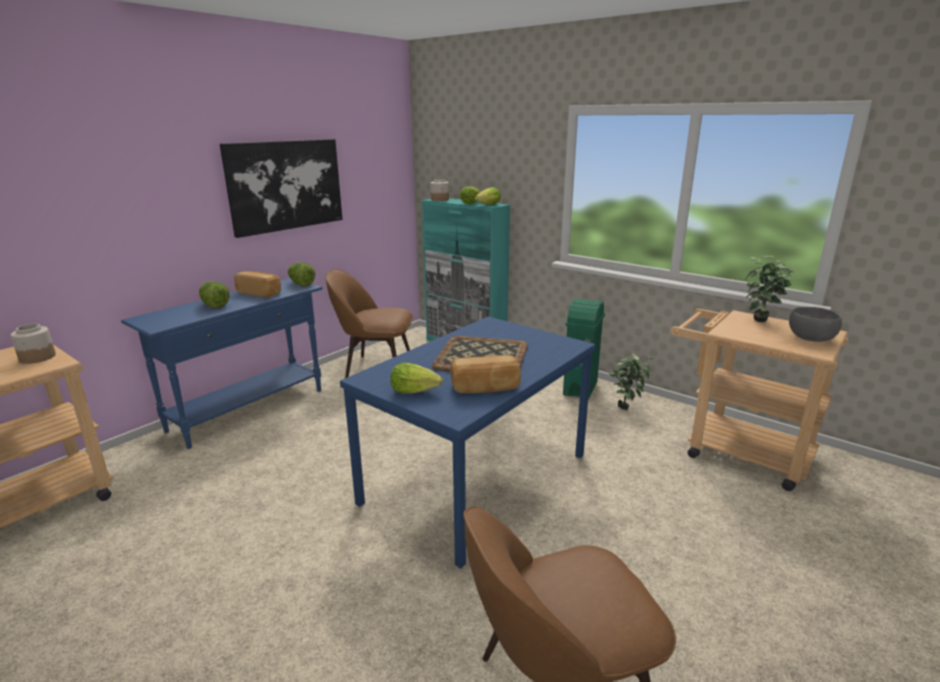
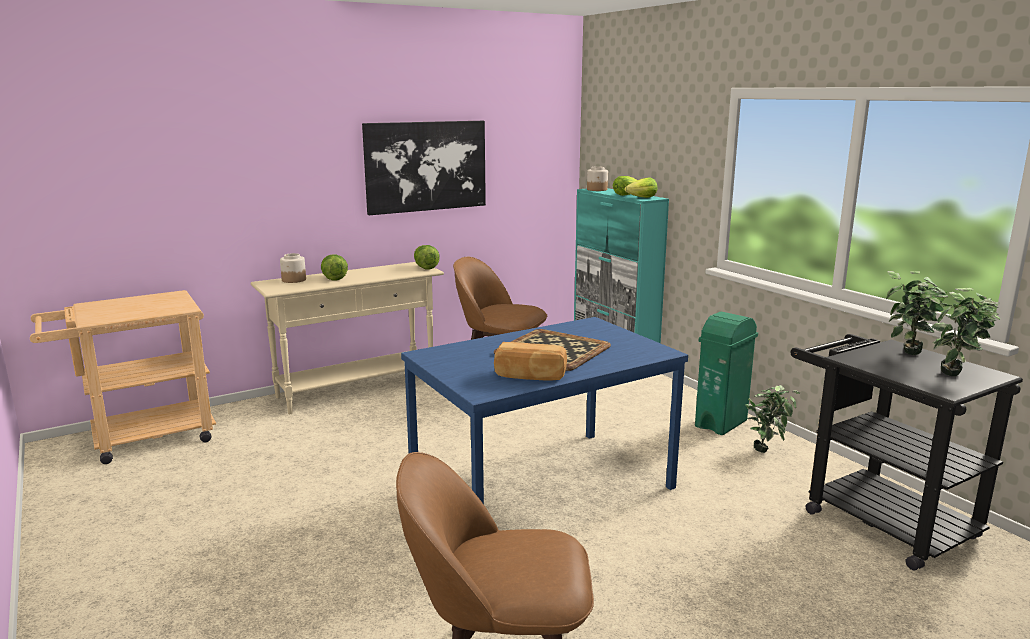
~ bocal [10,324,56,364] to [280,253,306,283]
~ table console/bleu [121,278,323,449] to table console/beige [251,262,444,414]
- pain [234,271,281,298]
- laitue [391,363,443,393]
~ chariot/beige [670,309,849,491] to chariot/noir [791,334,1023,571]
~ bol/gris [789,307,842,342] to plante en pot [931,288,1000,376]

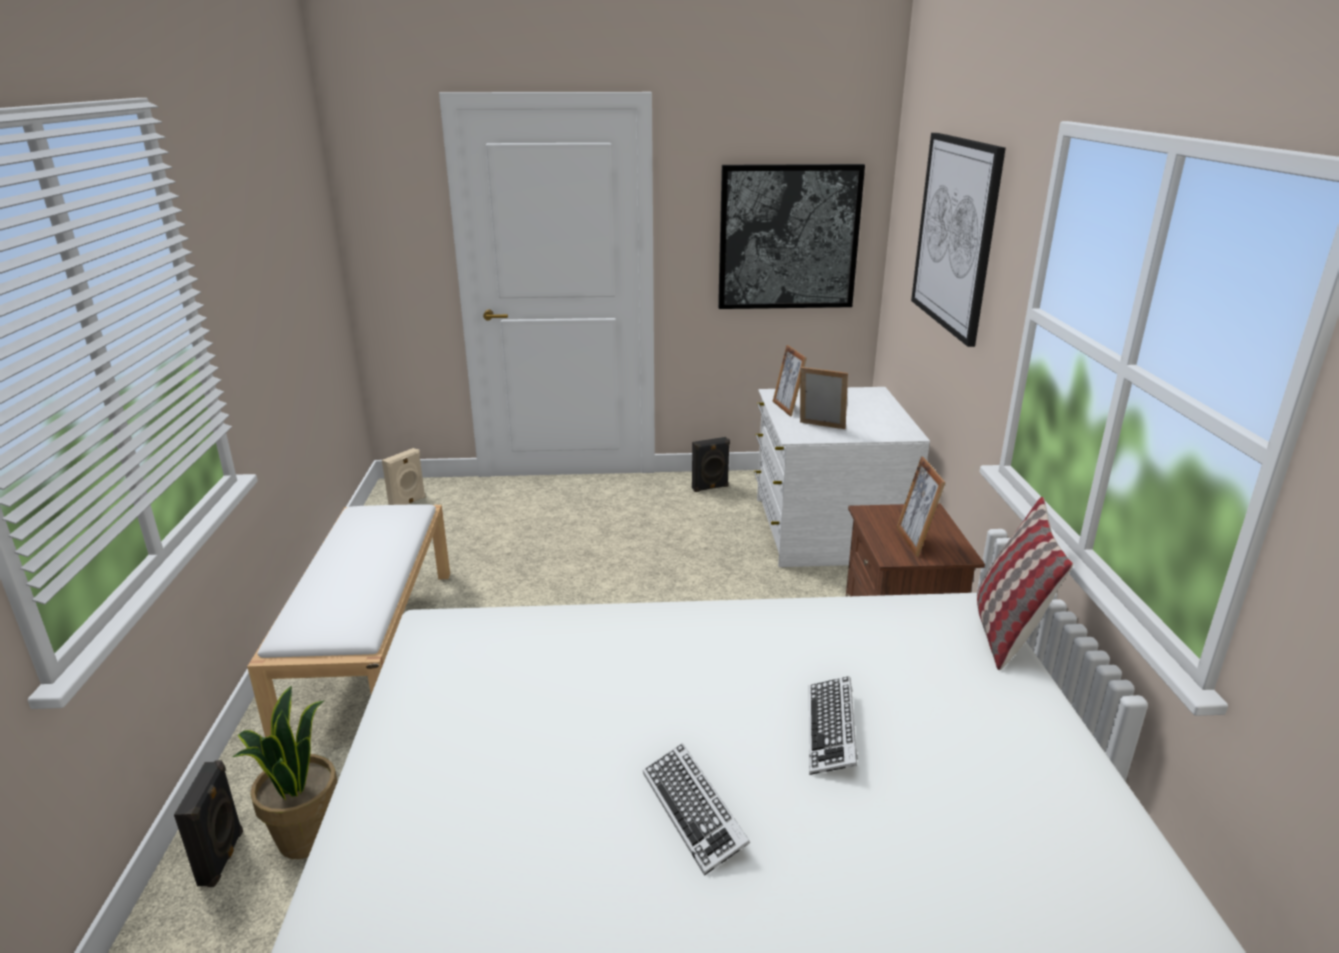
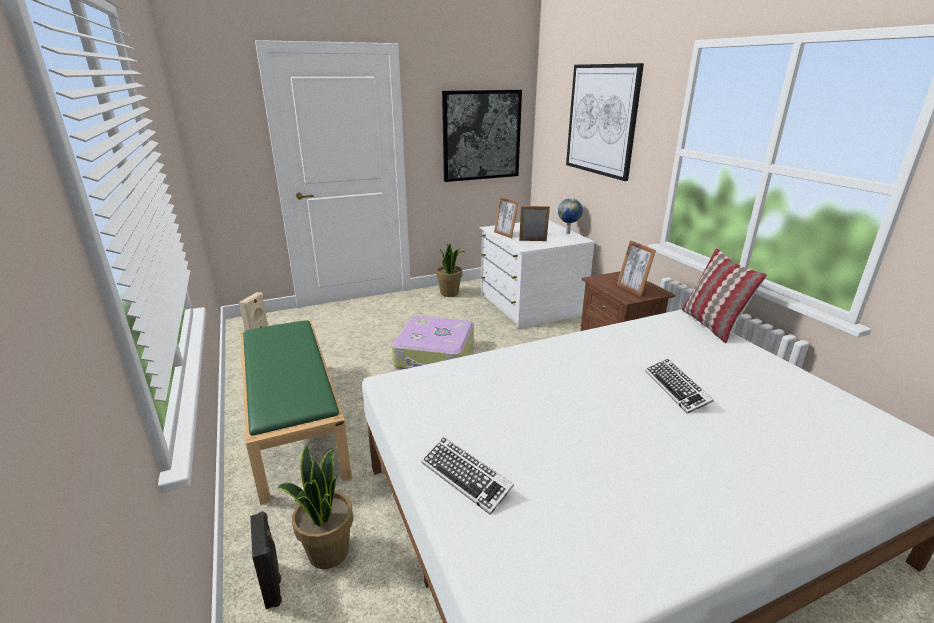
~ banc/blanc [247,504,450,737] to banc/vert [241,320,352,505]
~ clavier [643,743,750,876] to [421,437,514,515]
~ enceinte/noir [692,437,730,492] to plante en pot [436,243,464,297]
+ valise [392,316,474,369]
+ globe [558,198,583,234]

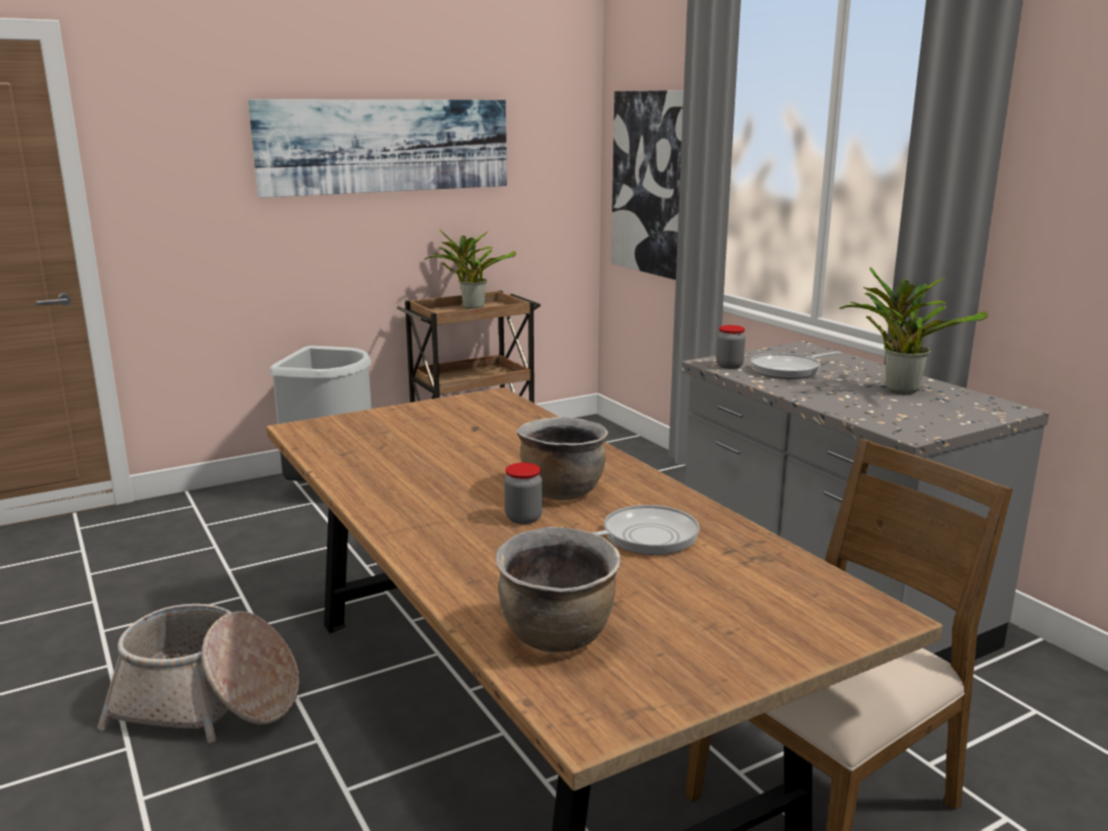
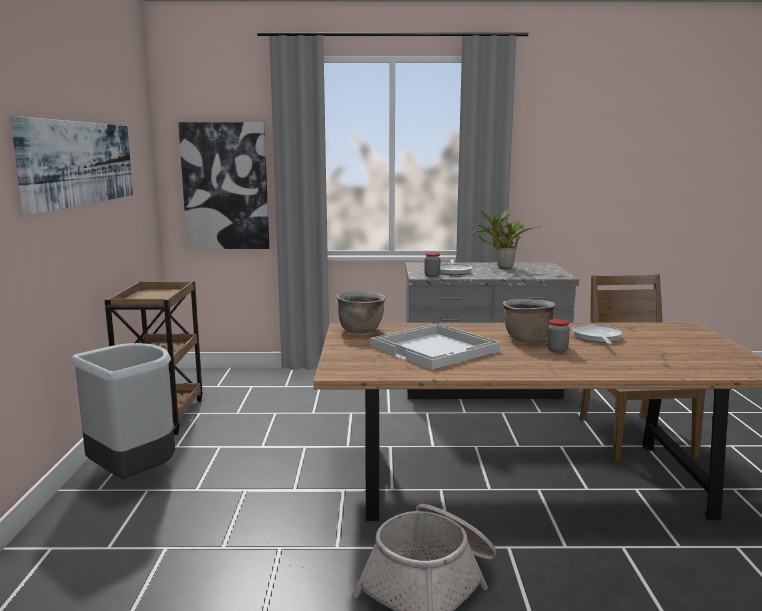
- plante en pot [424,230,516,309]
~ marmite/marron [495,527,621,652] to [336,291,386,333]
+ plateau/blanc [371,323,501,370]

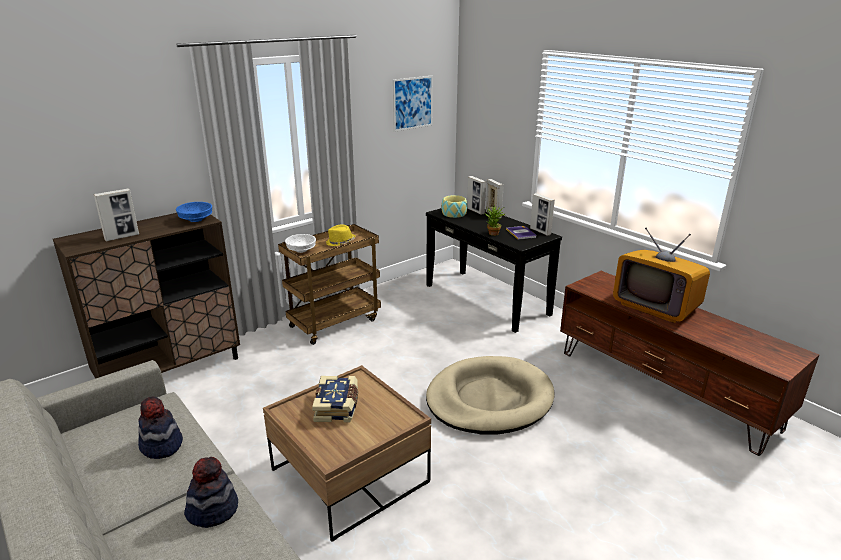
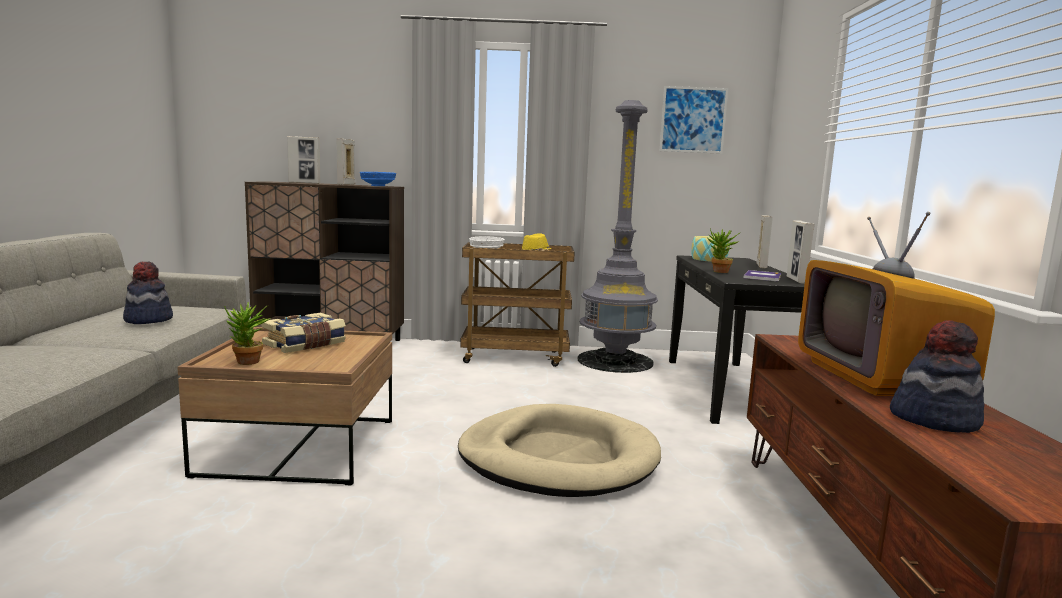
~ chapeau [184,457,238,528] to [890,320,984,433]
~ cadre photo [467,176,486,215] to [336,138,355,185]
+ plante en pot [224,302,271,365]
+ lampadaire/gris [578,100,658,373]

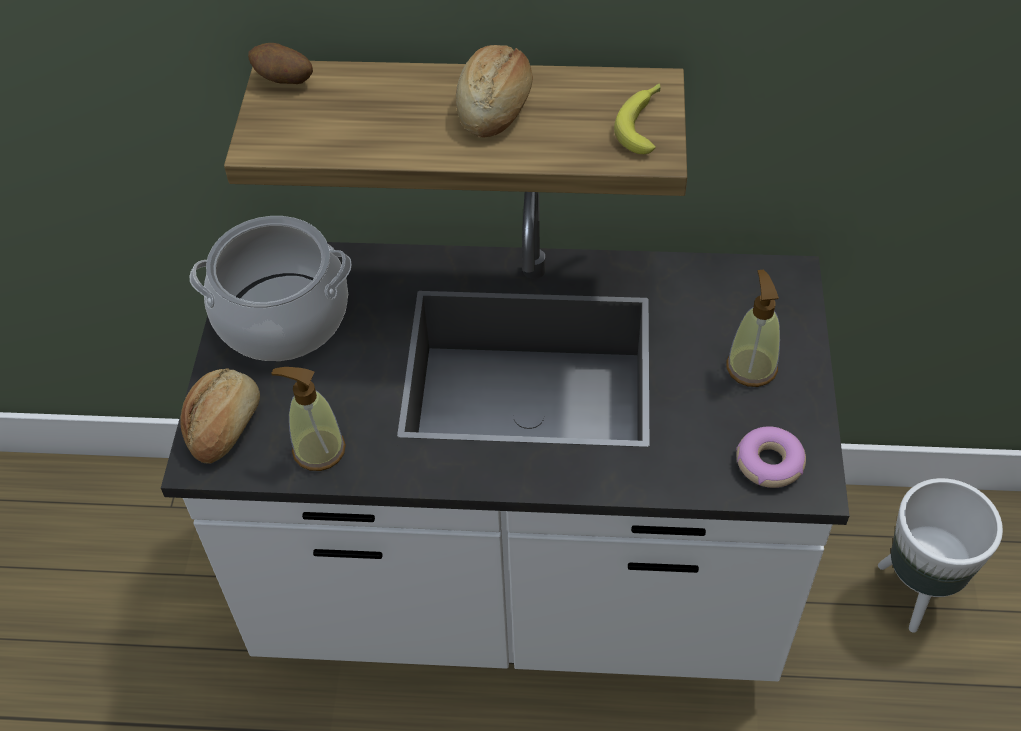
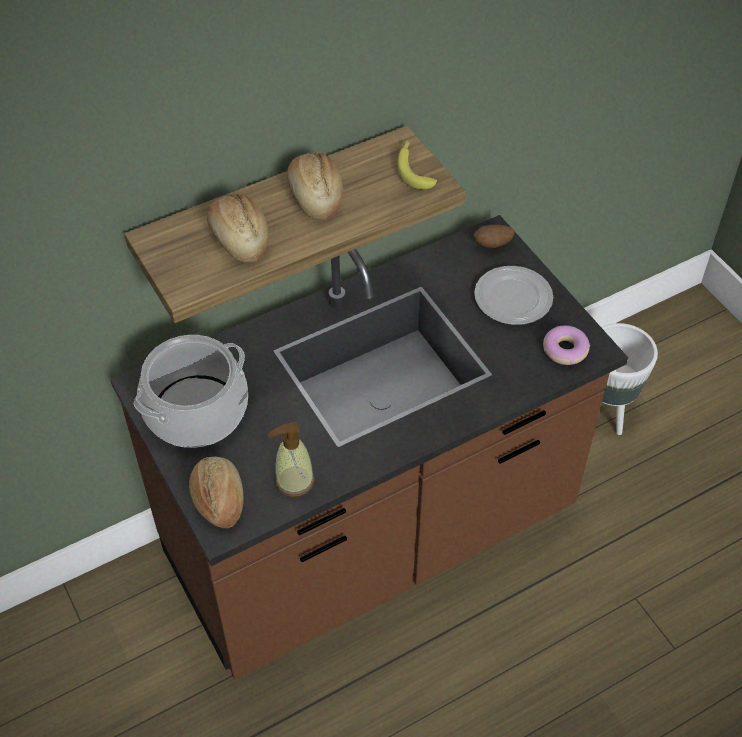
~ comptoir de cuisine/blanc [161,192,849,681] to comptoir de cuisine/marron [110,215,628,680]
~ pomme de terre [248,43,313,84] to [474,225,515,248]
~ distributeur de savon [726,270,780,387] to assiette [474,266,553,325]
+ pain [207,194,269,263]

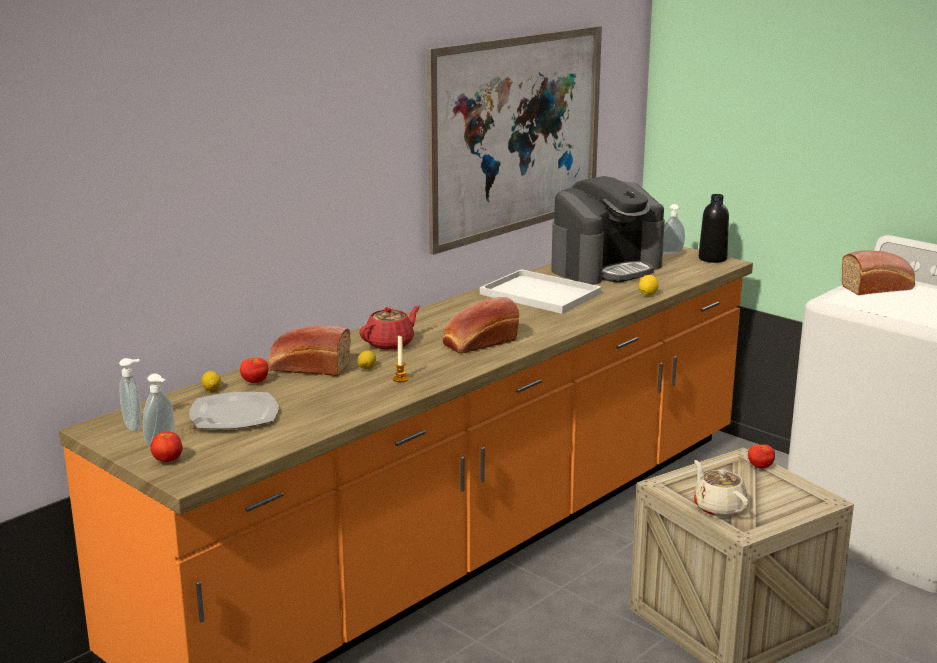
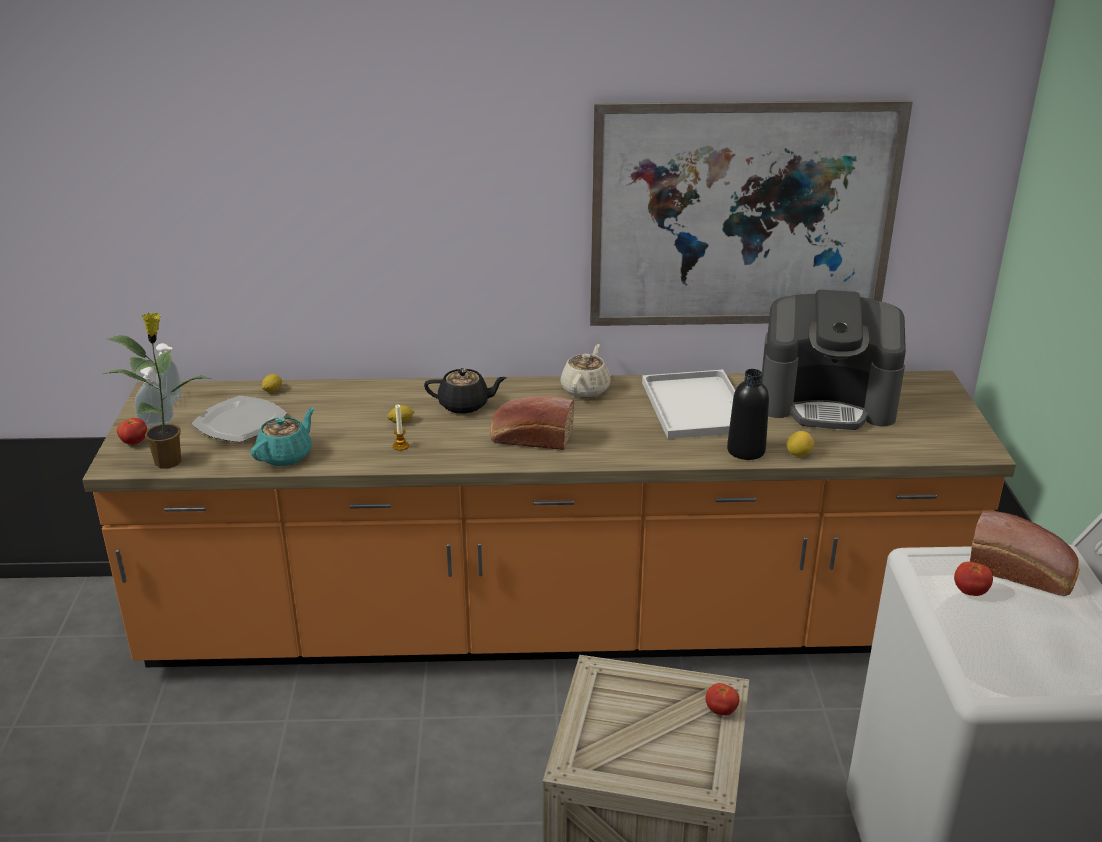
~ tomate [240,358,269,383] to [954,562,993,596]
- pain [268,325,351,376]
~ théière/rouge [359,306,420,350] to théière/noir [424,368,507,414]
- distributeur de savon [663,204,685,254]
~ théière/beige [694,460,749,517] to [560,344,611,398]
~ bouteille/noir [699,194,729,263] to [727,369,769,460]
+ plante en pot [102,312,208,468]
+ théière/turquoise [251,407,315,466]

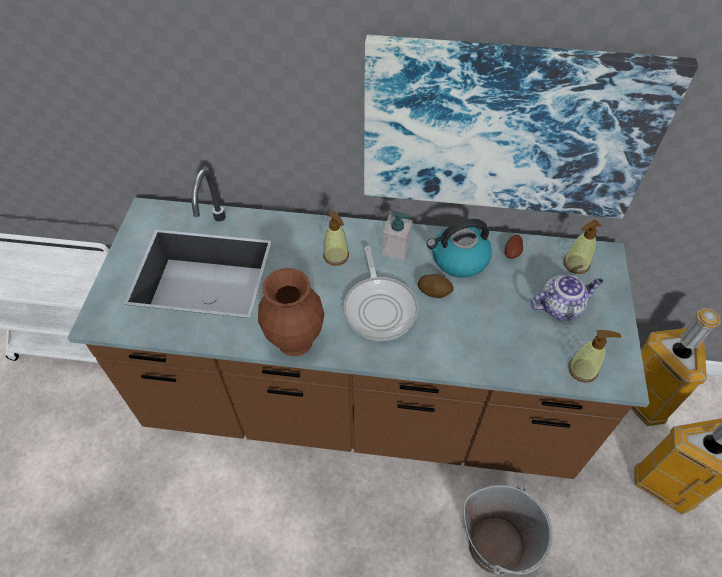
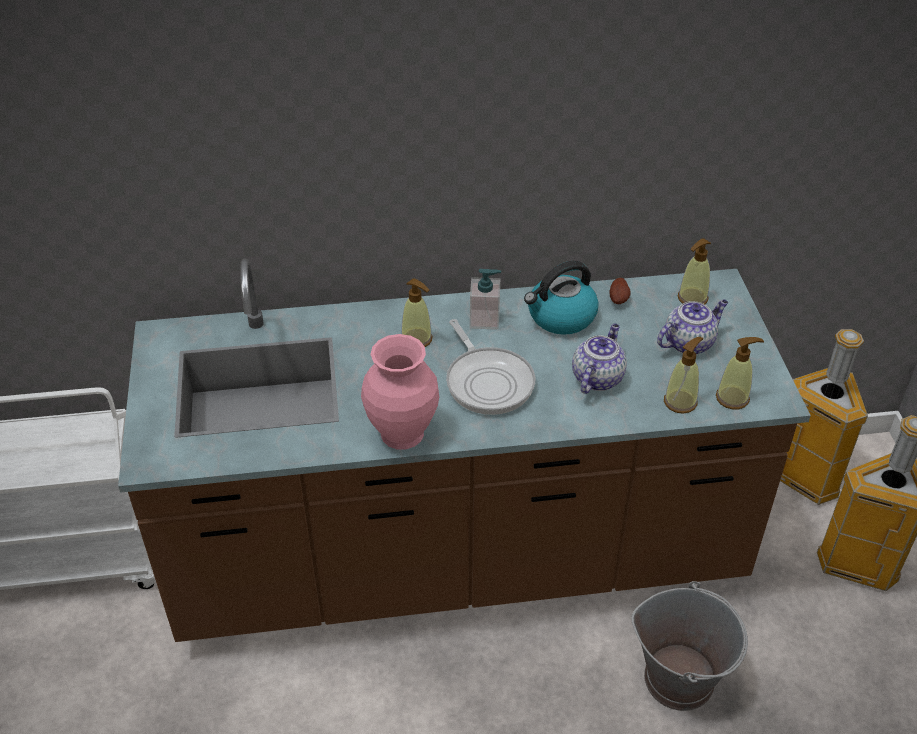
~ vase/marron [258,268,324,357] to vase/rose [361,334,439,449]
- tableau [364,35,698,219]
- pomme de terre [418,274,454,298]
+ théière [572,324,627,394]
+ distributeur de savon [664,337,703,414]

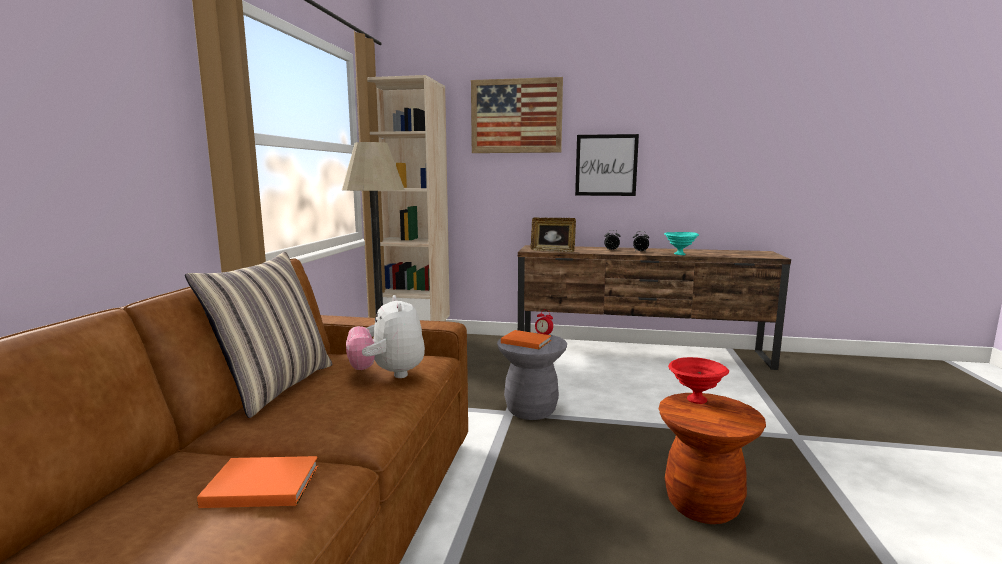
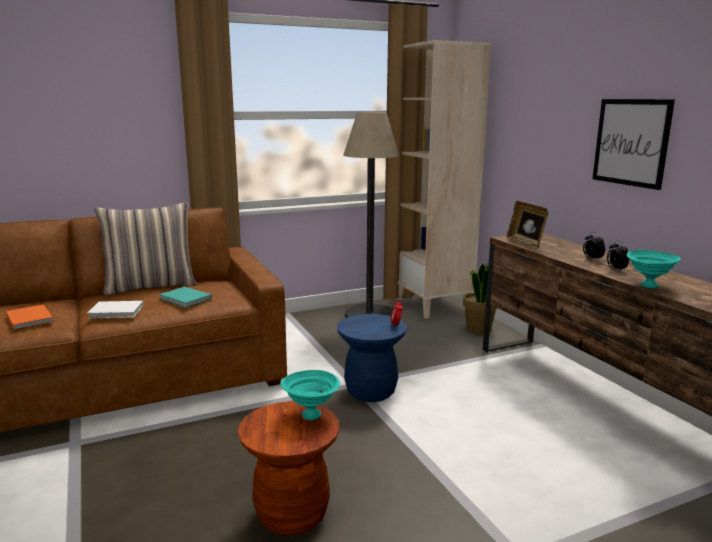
~ peluche [346,295,425,378] to livre/turquoise [159,287,212,308]
- tableau [471,77,563,153]
~ tabouret/gris [497,333,567,420] to tabouret/bleu [337,314,407,402]
- livre/orange [501,330,551,349]
~ bol/rouge [668,357,729,404] to bol/turquoise [281,370,340,420]
+ livre/blanc [87,301,143,319]
+ plante en pot [463,263,497,334]

